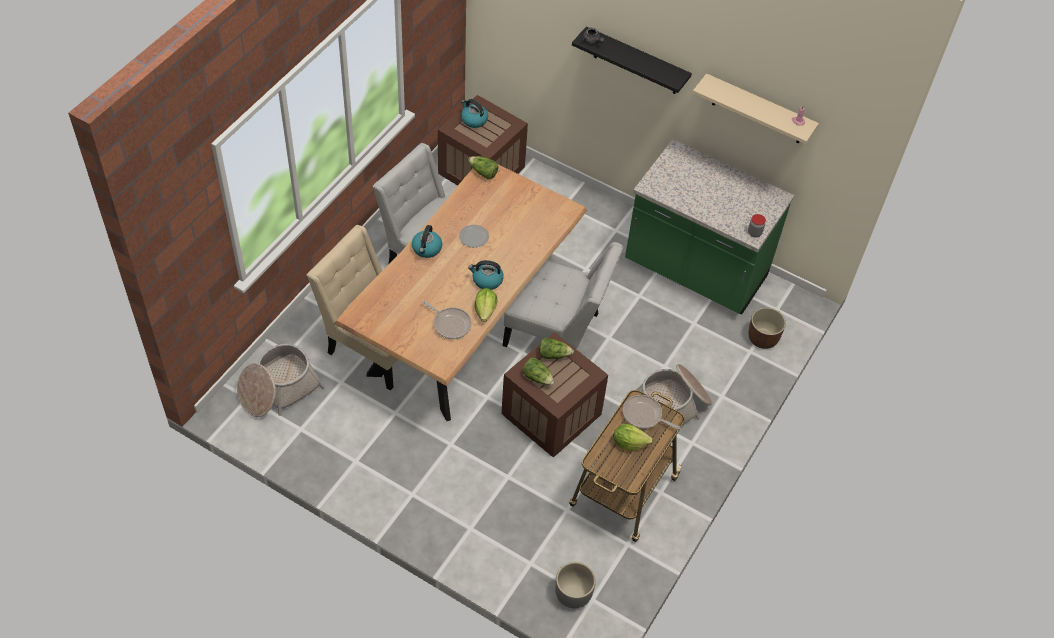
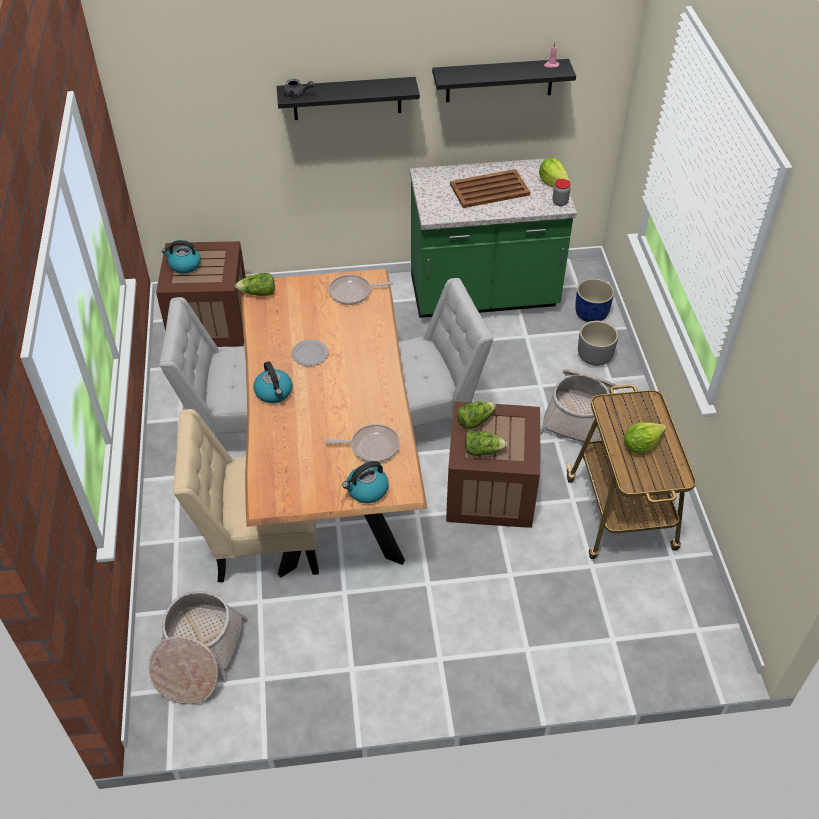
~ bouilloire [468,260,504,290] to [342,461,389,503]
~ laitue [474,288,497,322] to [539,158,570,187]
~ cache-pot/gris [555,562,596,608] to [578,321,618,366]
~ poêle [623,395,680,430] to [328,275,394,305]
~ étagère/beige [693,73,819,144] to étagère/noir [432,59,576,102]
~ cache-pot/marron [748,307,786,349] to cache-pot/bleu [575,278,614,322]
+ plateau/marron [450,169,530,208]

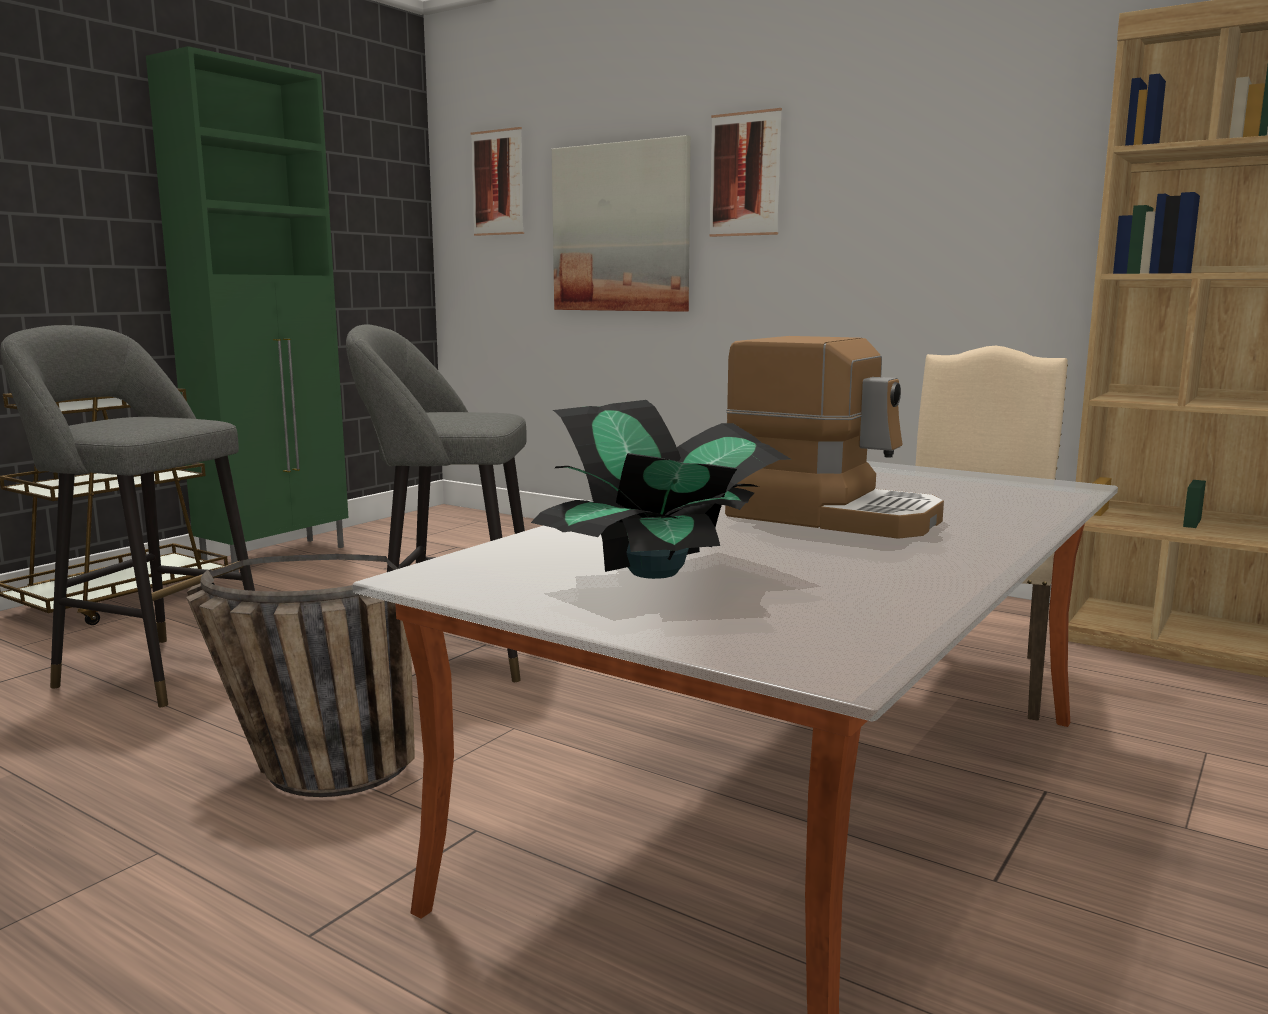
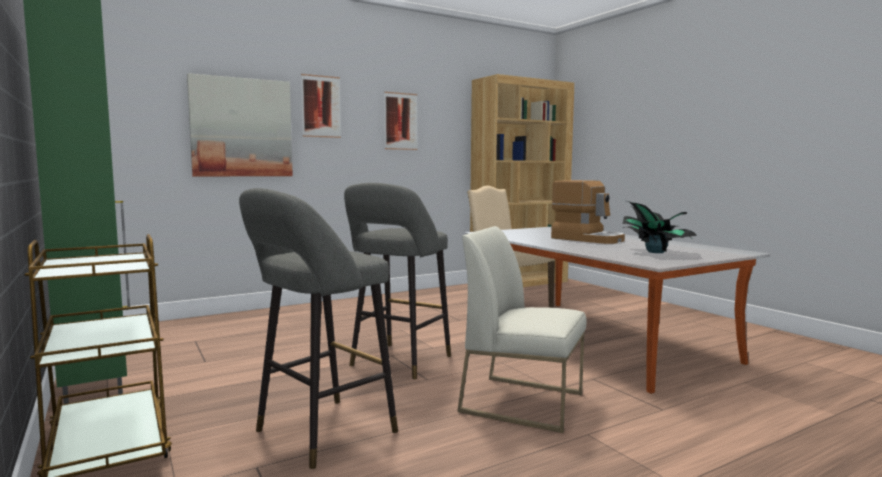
~ panier [186,554,415,797] to chaise/blanc [457,226,586,433]
~ tableau [471,127,524,236] to [384,92,418,150]
~ machine à café [725,336,944,539] = [551,180,625,244] 75 degrees clockwise

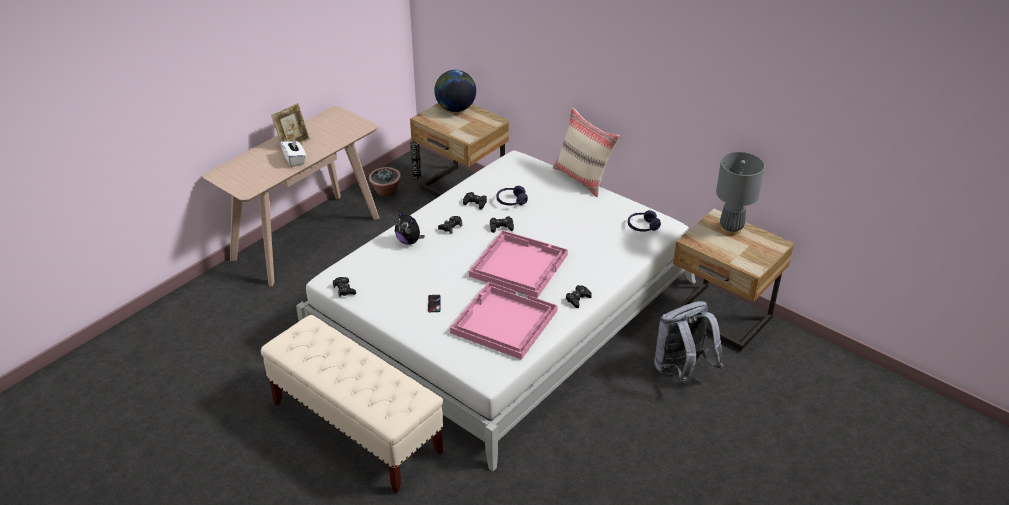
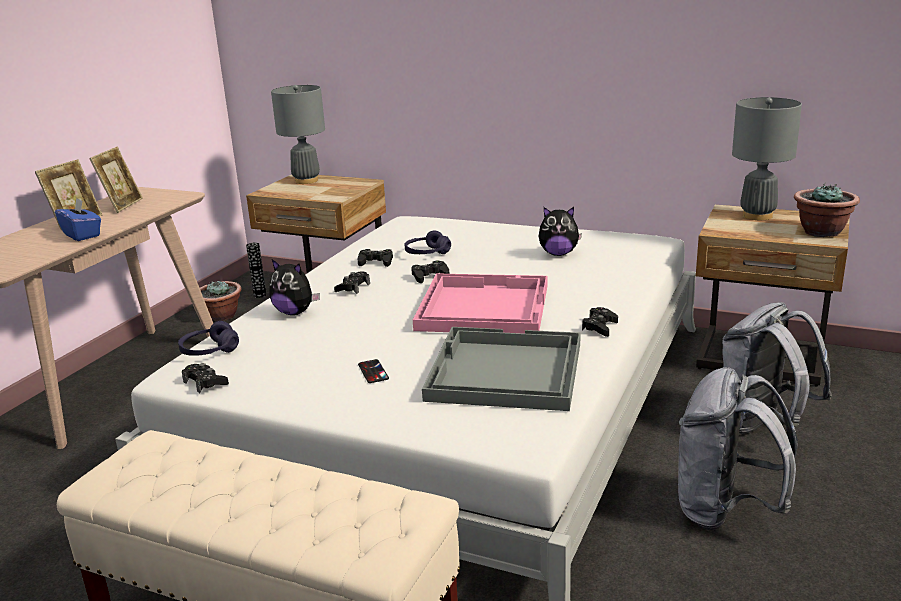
~ boîte à mouchoirs/blanc [280,138,306,167] to boîte à mouchoirs/bleu [55,198,101,241]
~ globe [434,70,476,112] to lampe de table/gris [271,85,325,184]
~ plateau/rose [450,282,558,360] to plateau/gris [422,327,580,411]
- coussin/beige [553,108,620,197]
~ casque audio/violet [628,210,661,232] to [178,321,239,356]
+ cadre photo [89,147,143,213]
+ peluche [539,207,582,256]
+ sac à dos/gris [678,367,798,530]
+ plante en pot [794,183,860,237]

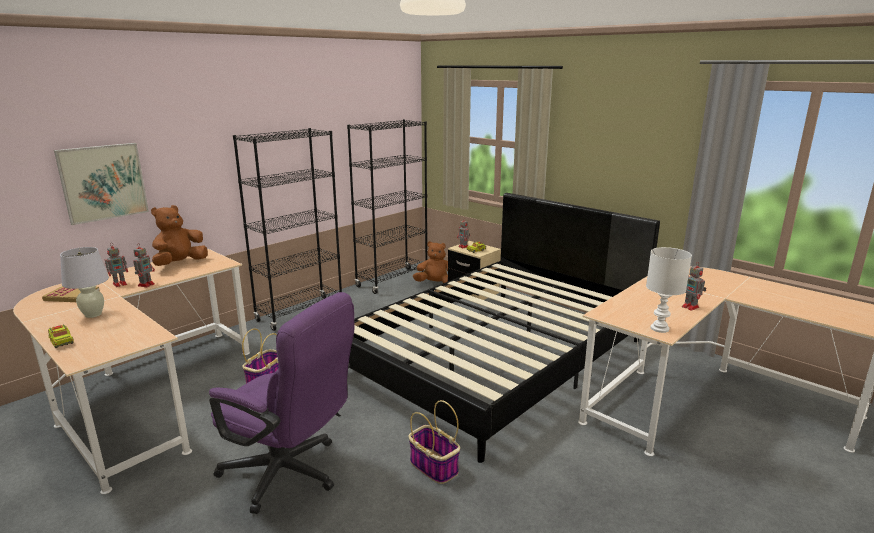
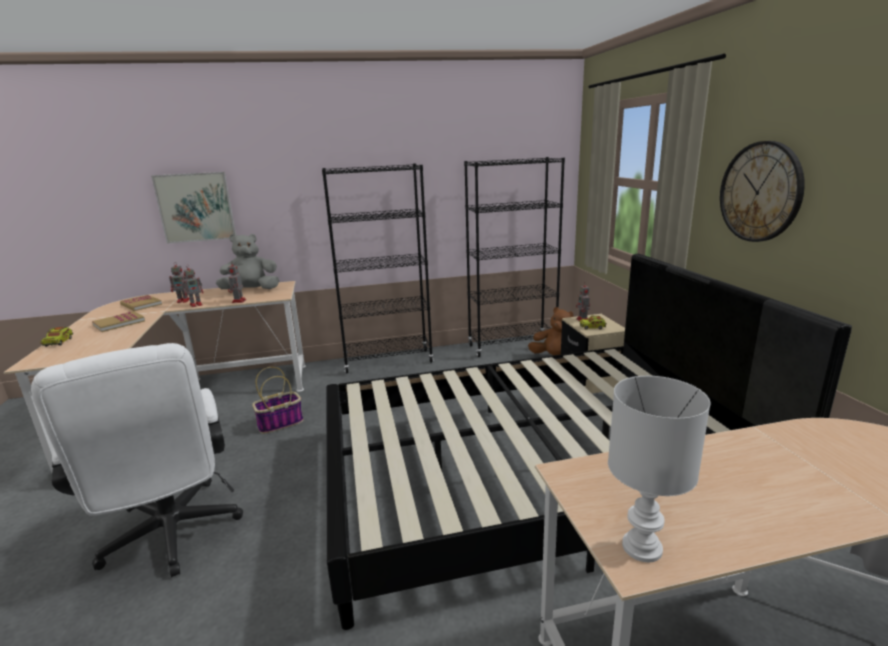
~ lampe de table/blanc [60,247,109,318] to livre [92,311,145,332]
~ peluche/marron [151,205,208,266] to peluche/gris [216,234,279,289]
~ chaise de bureau/violet [209,292,354,514] to chaise de bureau/blanc [31,343,243,577]
- panier [408,400,460,484]
~ robot jouet [682,262,707,311] to [228,261,246,303]
+ horloge murale [720,141,805,242]

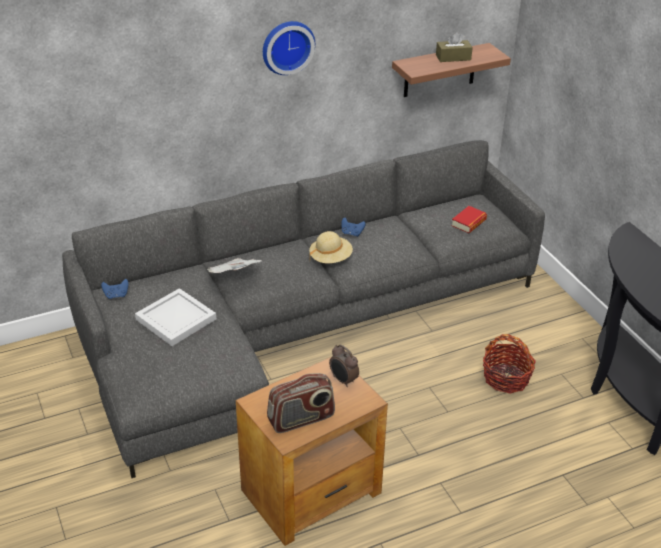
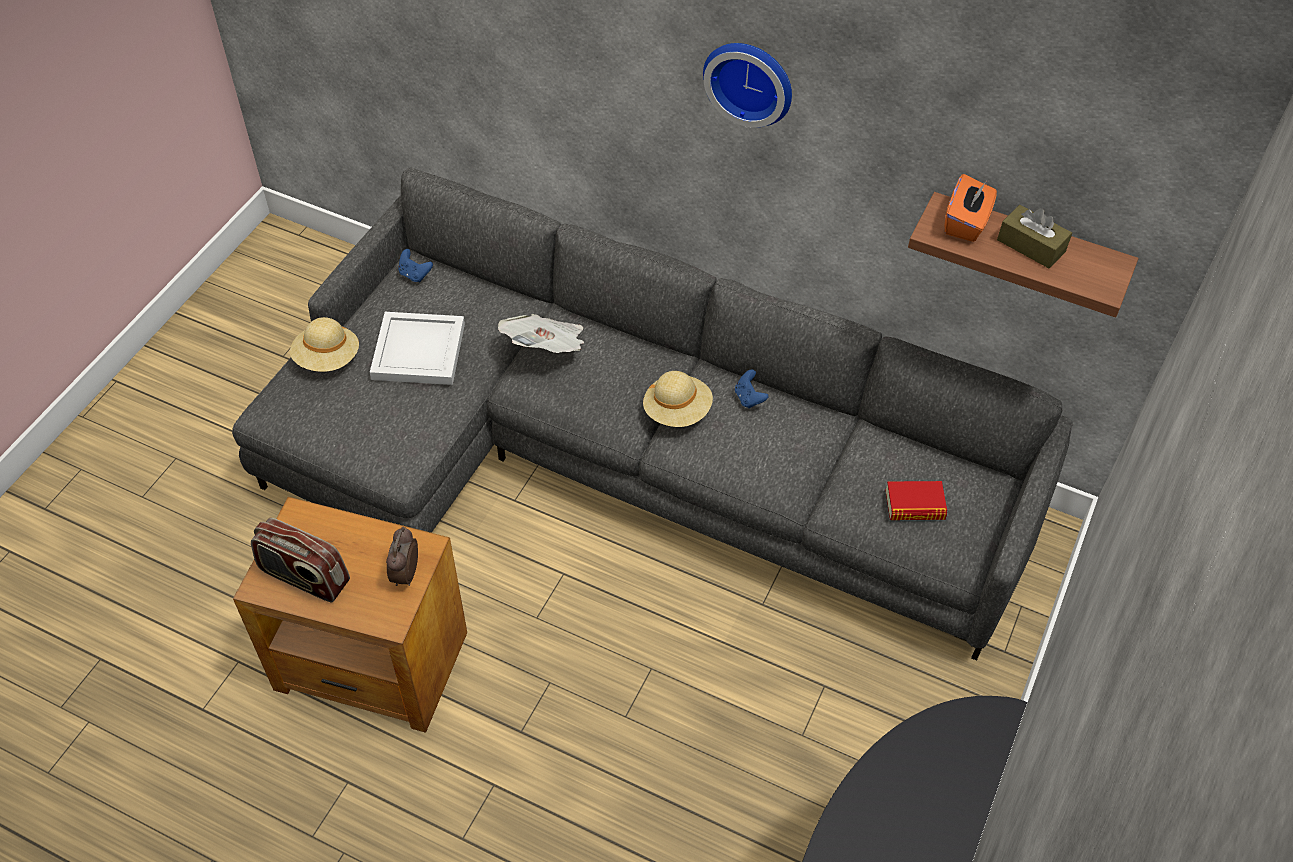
- panier [483,334,536,394]
+ chapeau/beige [290,317,359,372]
+ boîte à mouchoirs/orange [945,174,997,242]

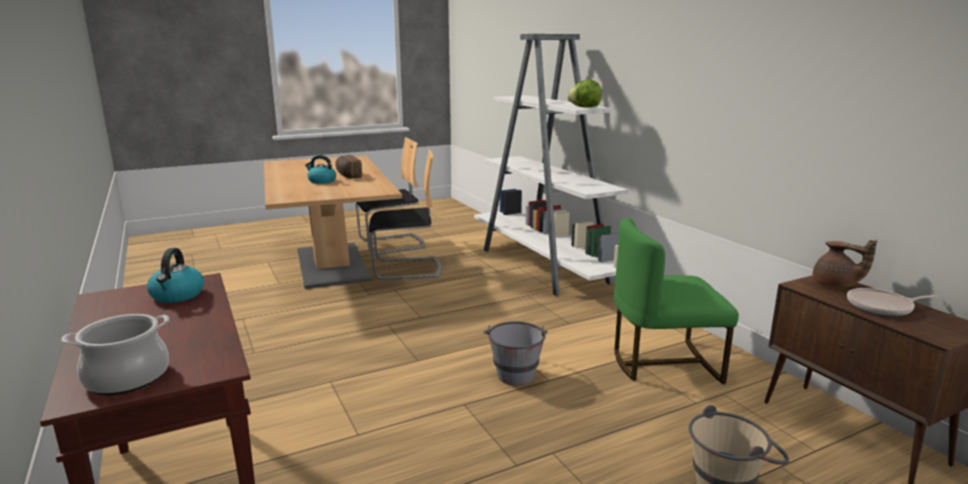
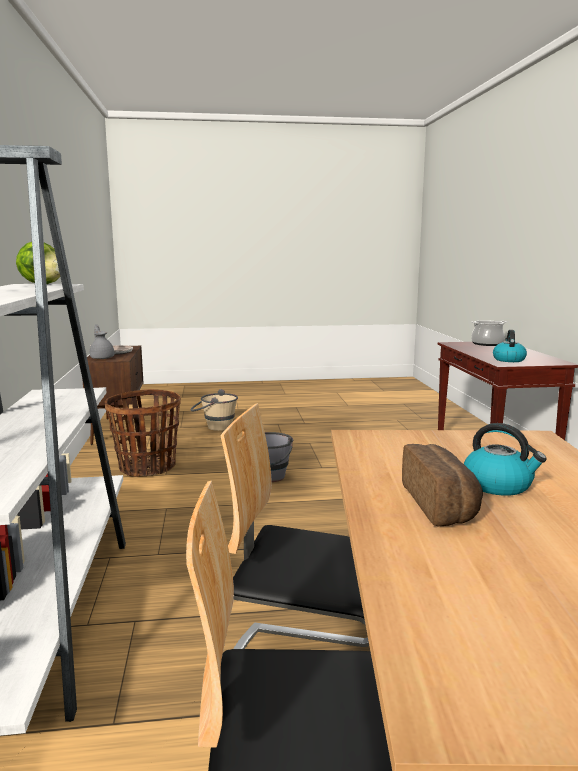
~ chaise/vert [614,218,739,384] to panier [105,389,181,477]
~ théière/marron [813,240,877,288] to théière/gris [90,324,115,359]

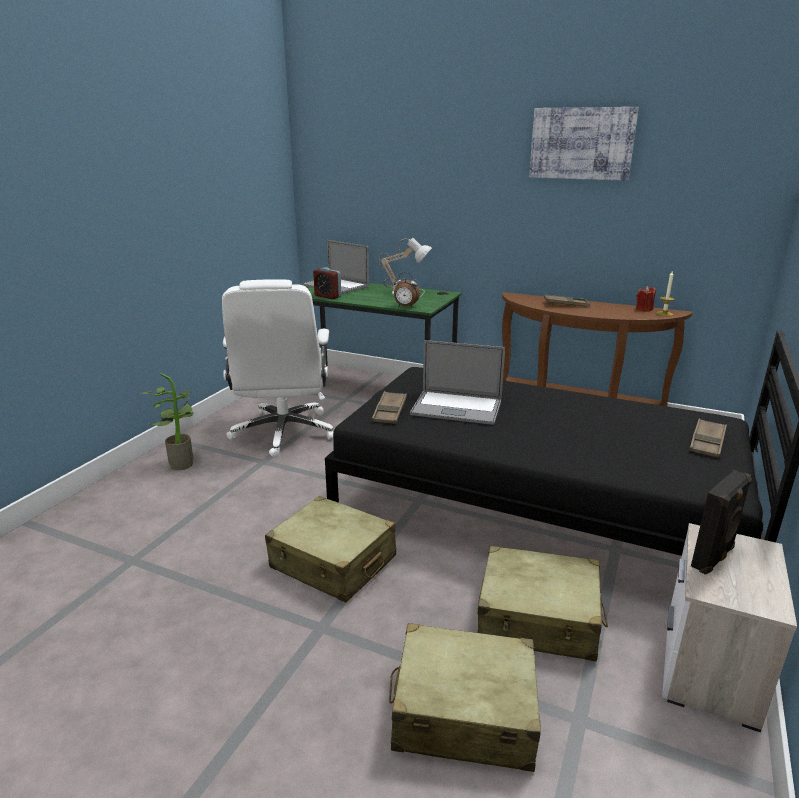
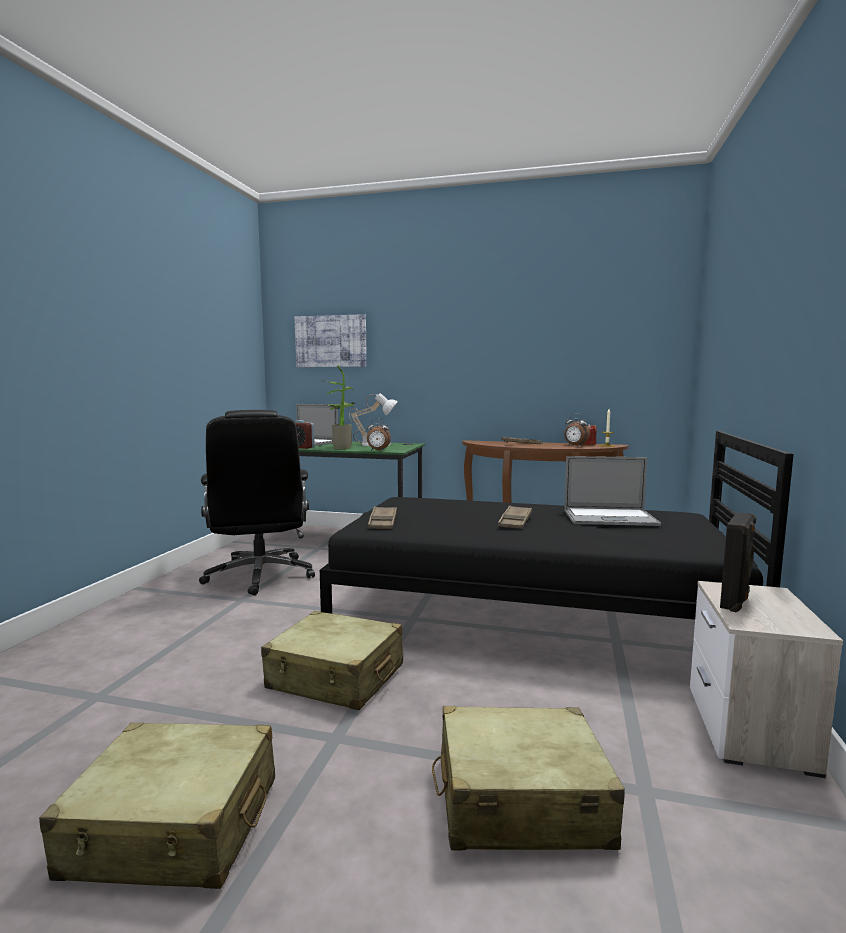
~ plante en pot [142,373,194,470] to [321,365,356,449]
~ chaise de bureau/blanc [222,279,334,457] to chaise de bureau/noir [199,410,315,595]
~ ordinateur portable [410,340,505,425] to [564,456,661,526]
~ valise/beige [477,546,608,662] to [39,723,275,889]
~ tableau [529,107,639,181] to [295,314,367,367]
~ plateau/marron [689,419,727,458] to [497,505,532,529]
+ réveil [564,413,590,446]

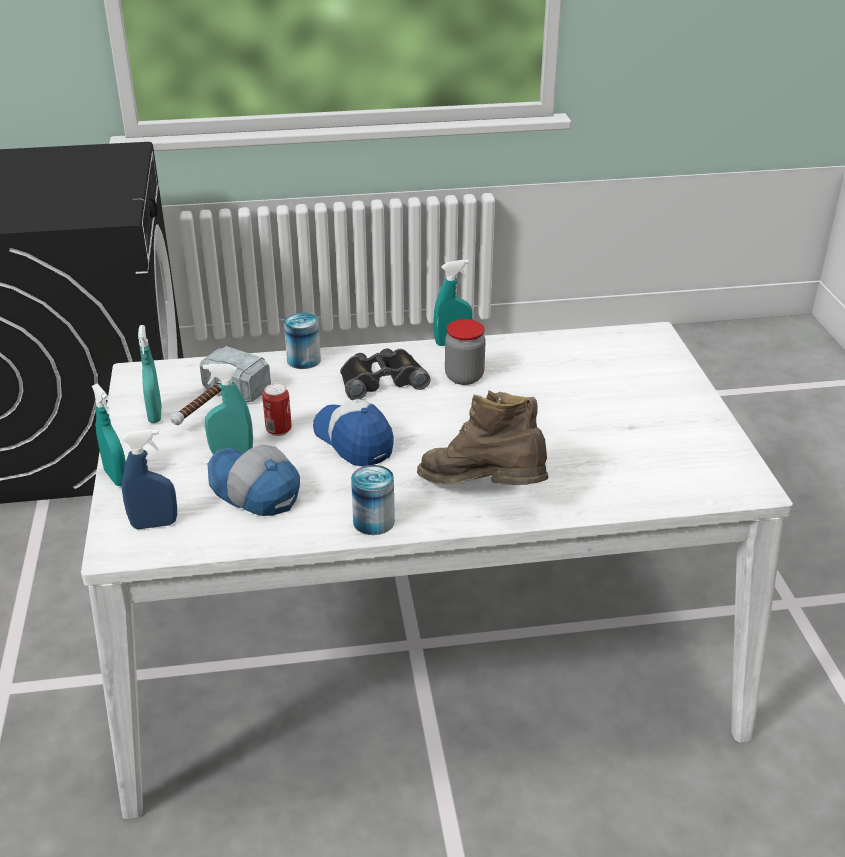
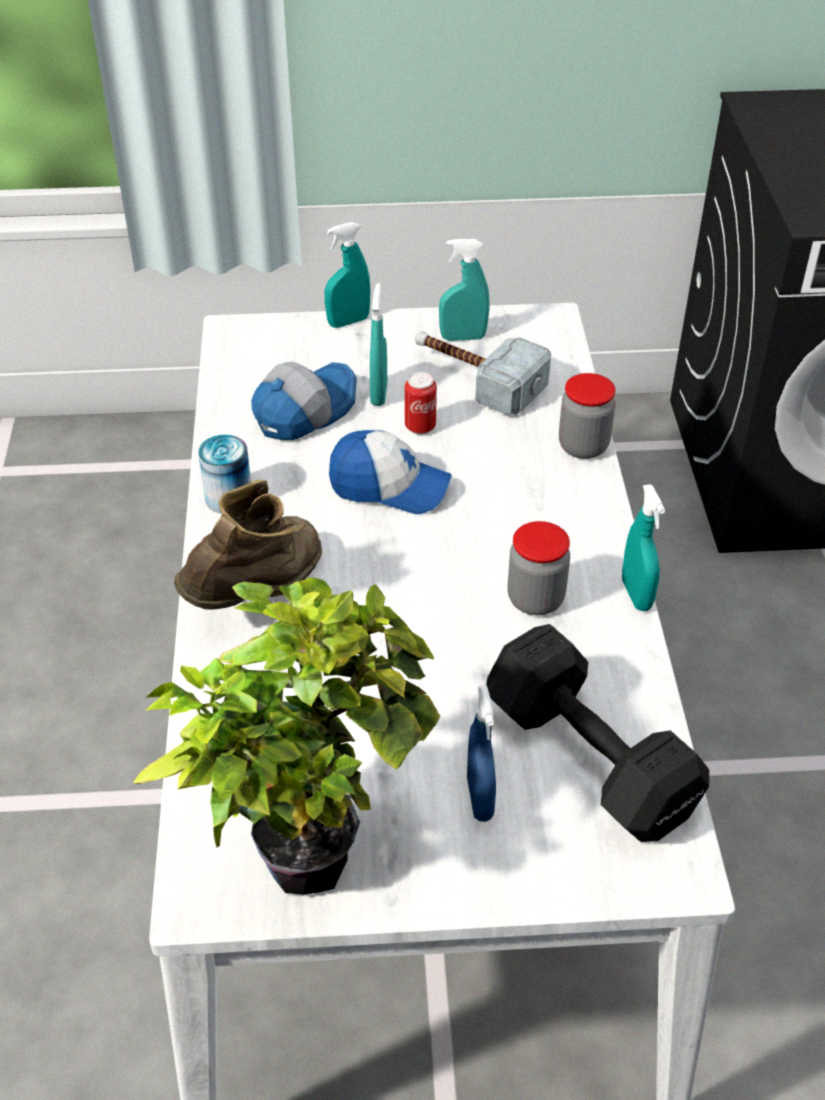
~ vaporisateur/bleu [122,429,177,529] to [467,685,496,822]
~ boîte métallique [284,313,321,369] to bocal [559,373,616,459]
~ casquette [313,399,394,466] = [329,430,452,514] 45 degrees clockwise
- jumelles/noir [340,349,431,400]
+ plante en pot [133,578,440,895]
+ haltère/noir [486,624,709,842]

